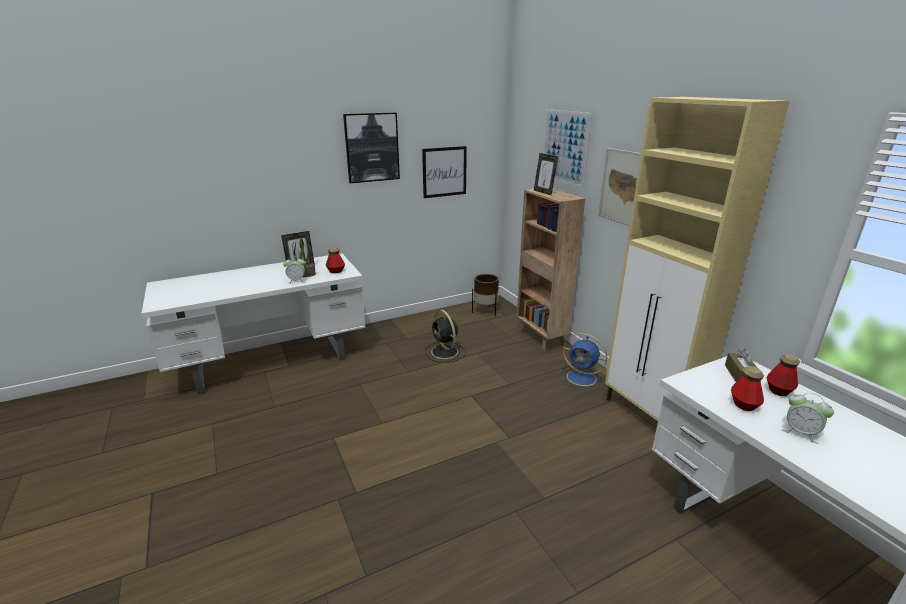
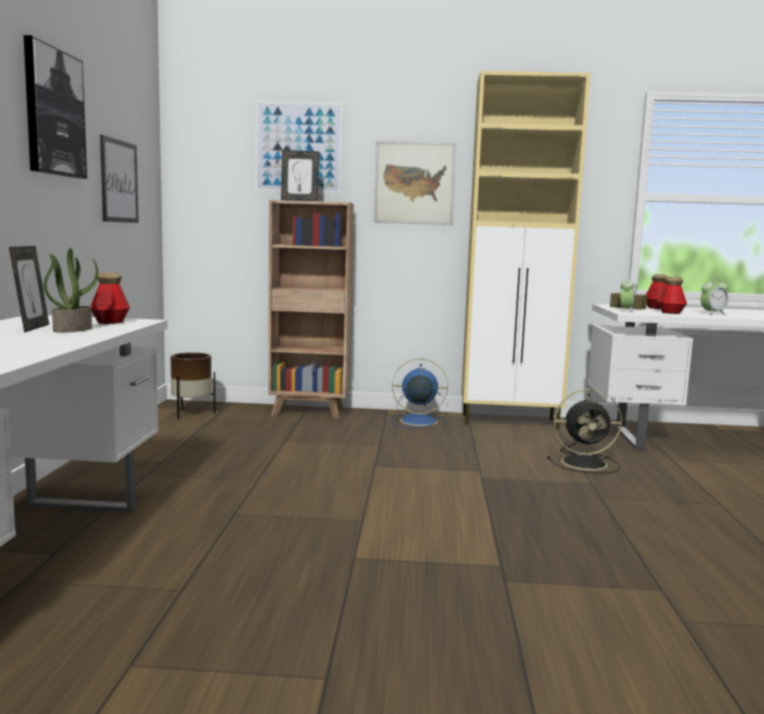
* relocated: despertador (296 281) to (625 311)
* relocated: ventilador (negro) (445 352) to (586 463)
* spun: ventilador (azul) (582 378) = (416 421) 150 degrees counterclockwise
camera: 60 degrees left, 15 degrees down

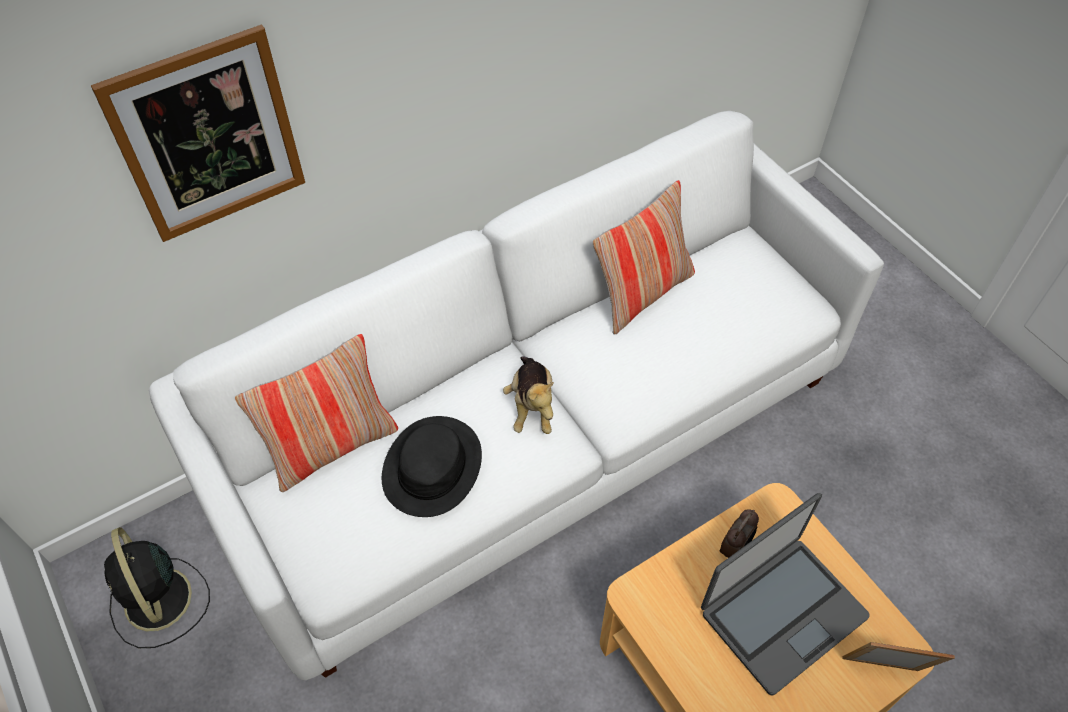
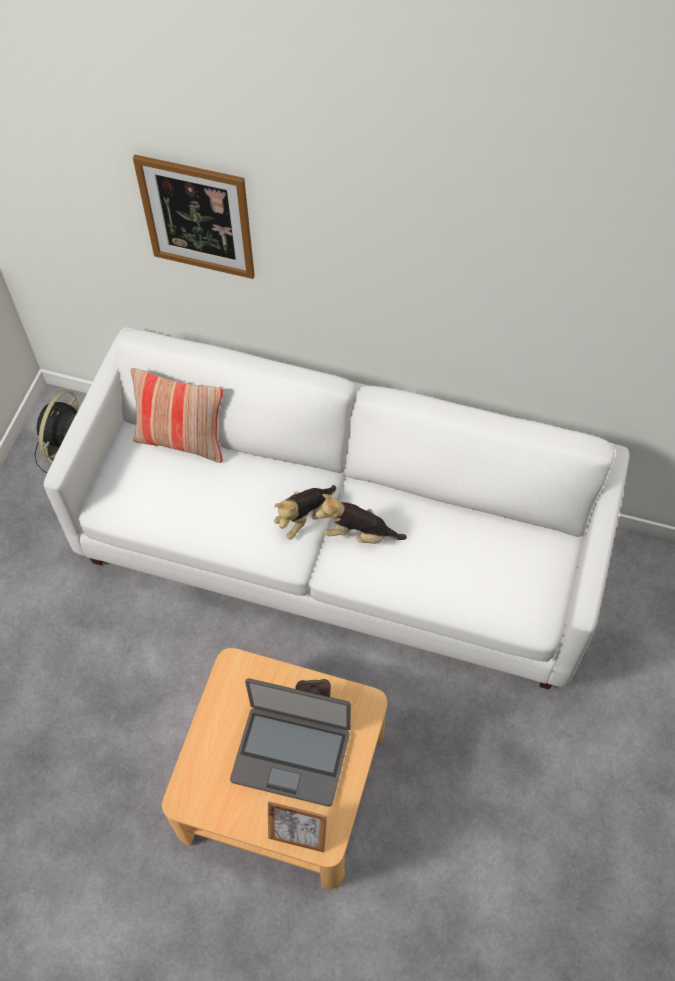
* missing: cojín (642 294)
* missing: sombrero (negro) (432 467)
* spun: portarretratos (880 673) = (298 836) 135 degrees clockwise
* appeared: peluche (359 534)
camera: 50 degrees right, 5 degrees up

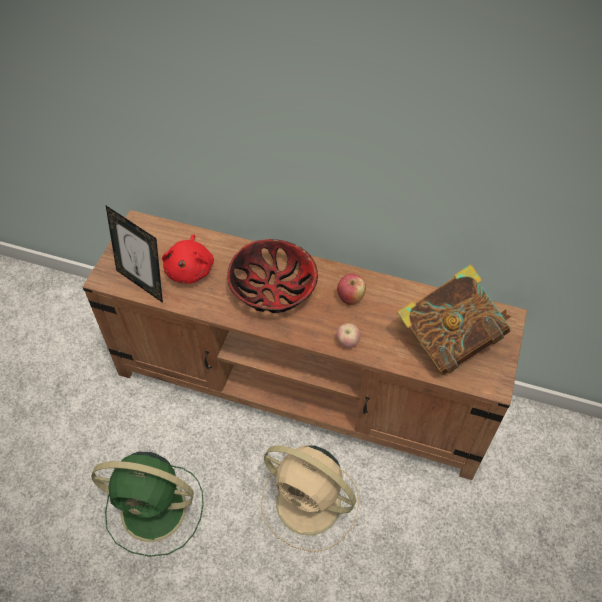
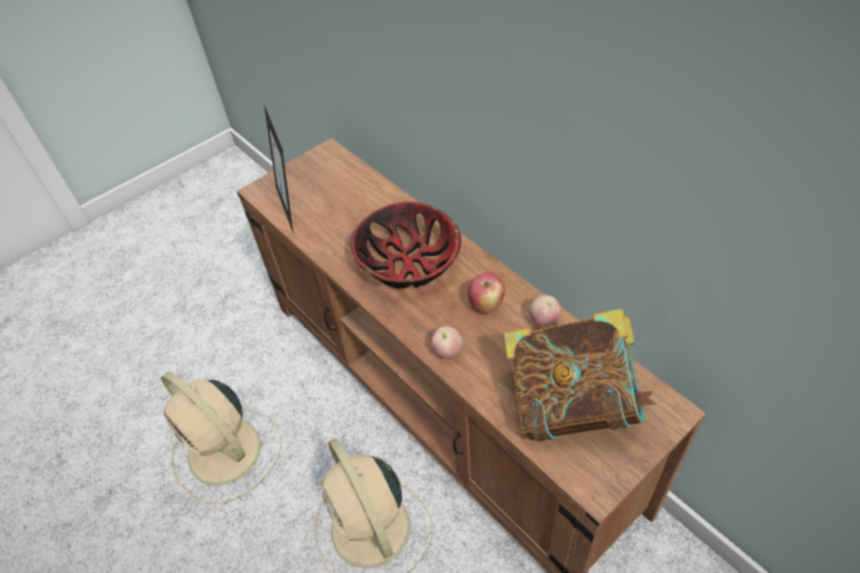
* missing: peluche (rojo) (190 269)
* colour: ventilador (verde) (156 509) to ventilador (beis) (227 453)
* appeared: manzana (543 320)
camera: 35 degrees right, 5 degrees down

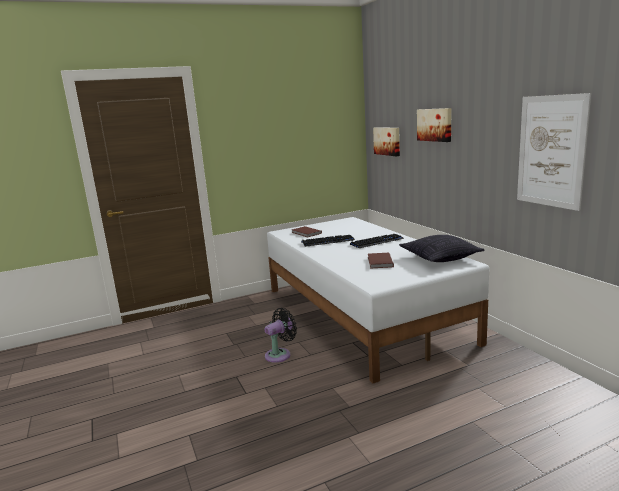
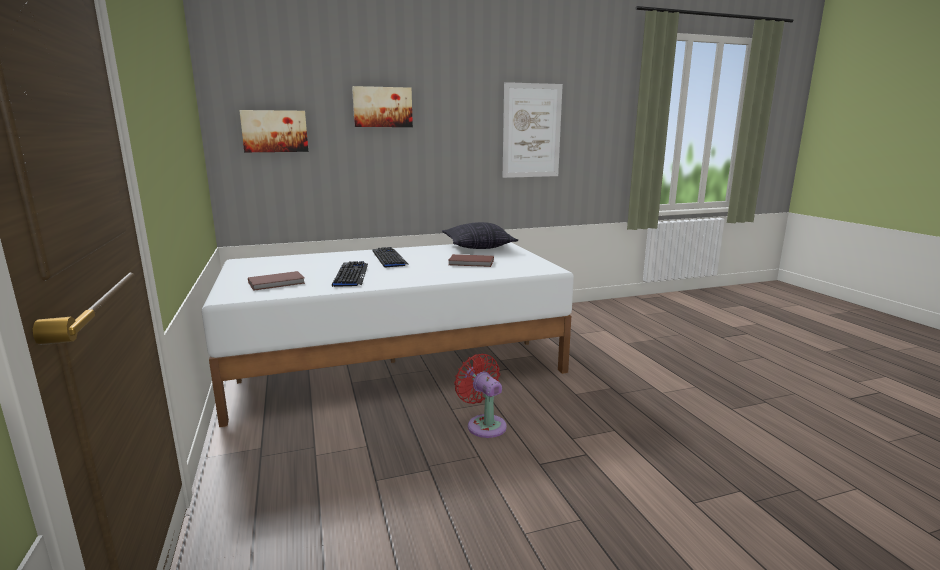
* colour: ventilador (negro) (280 354) to ventilador (rojo) (484 424)
camera: 85 degrees left, 0 degrees up

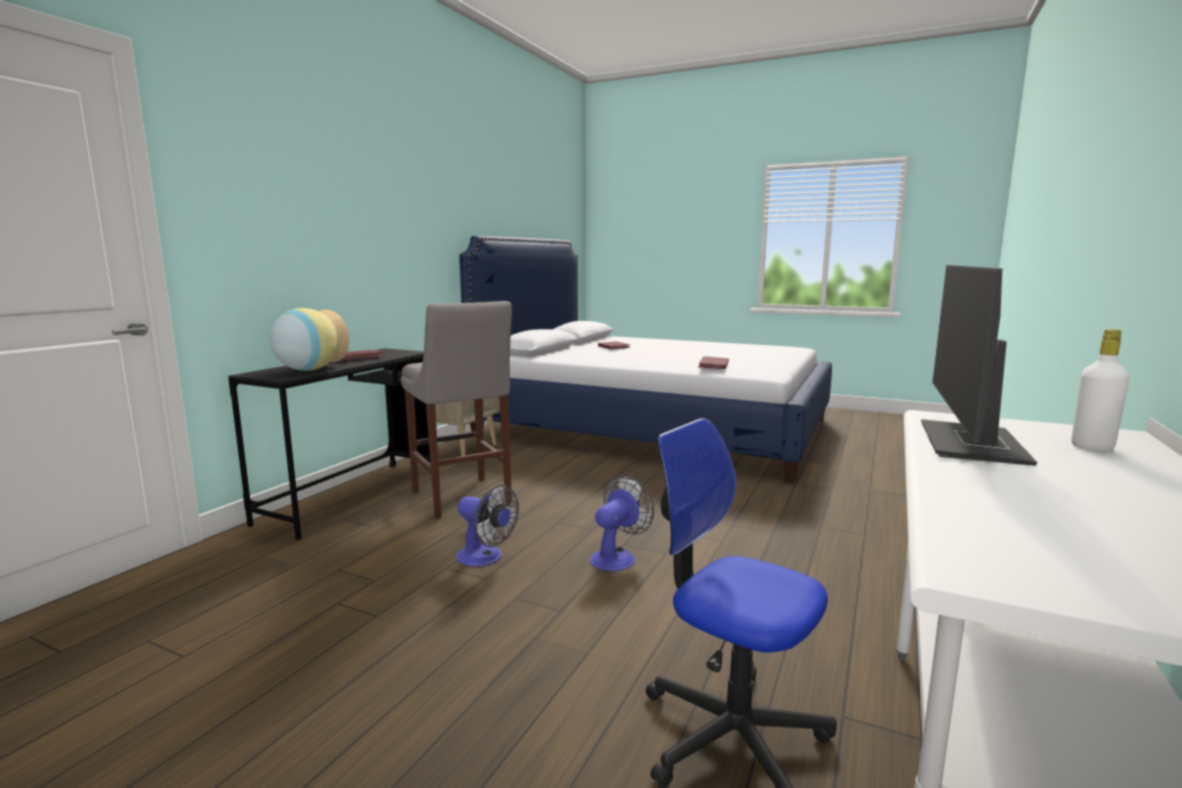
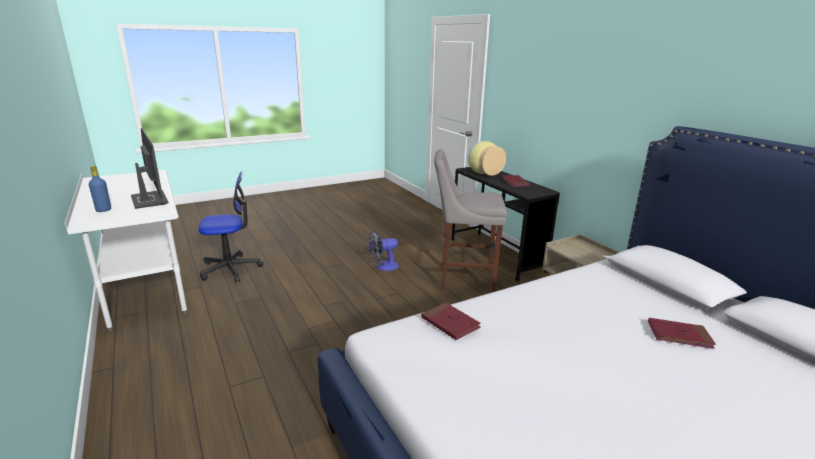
* colour: botella (blanco) (1092 447) to botella (azul) (103 210)
* missing: ventilador (617 556)
camera: 125 degrees right, 10 degrees up

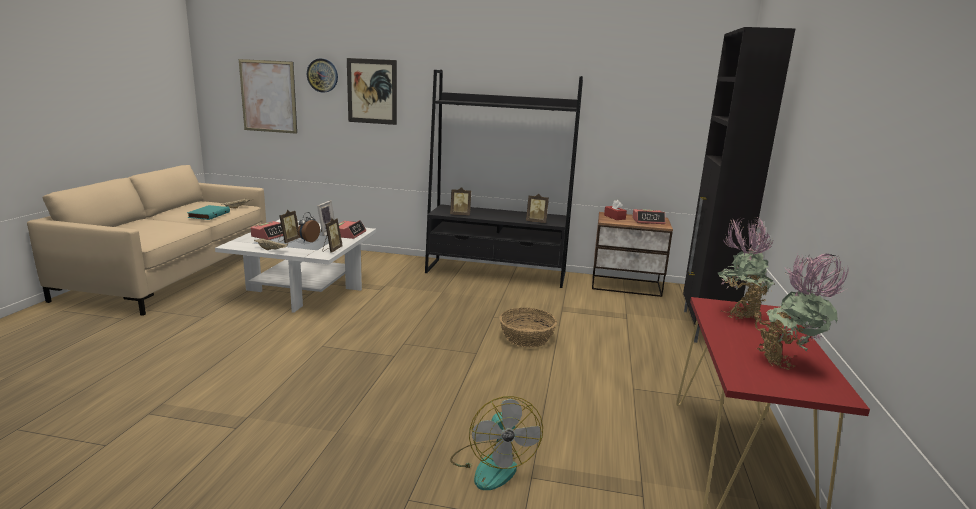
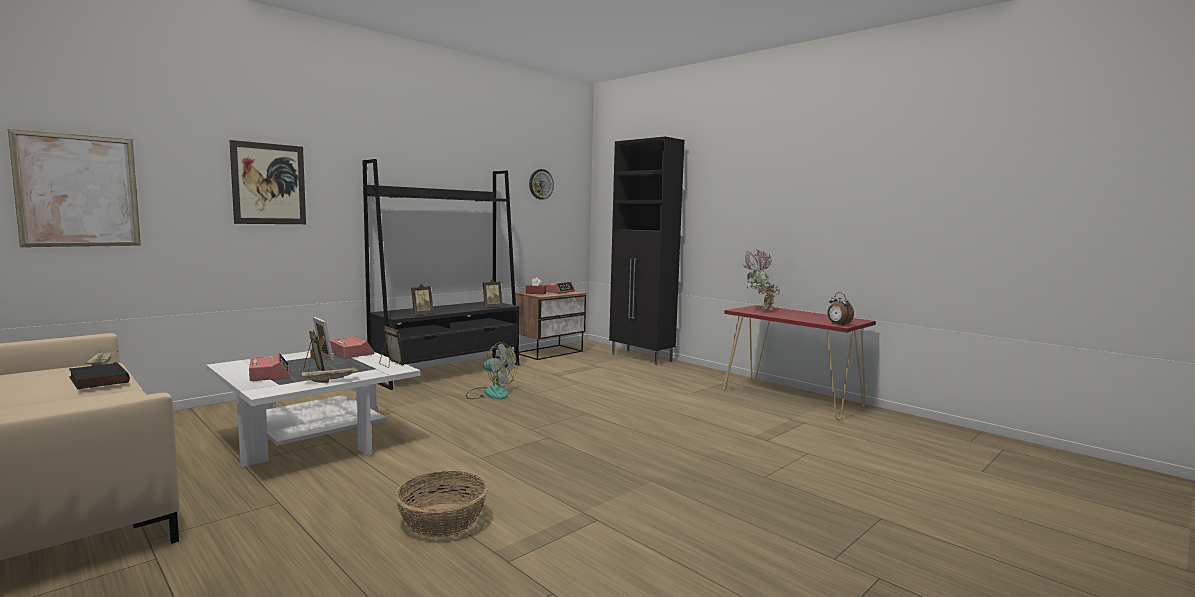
* relocated: reloj de pared (322 75) to (540 184)
* colour: libro (turquesa) (208 214) to libro (negro) (97 380)
* relocated: despertador (308 241) to (838 325)
* missing: planta en maceta (786 362)
* relocated: cesta (526 337) to (441 520)
* relocated: ventilador (492 465) to (490 393)
camera: 55 degrees left, 10 degrees down

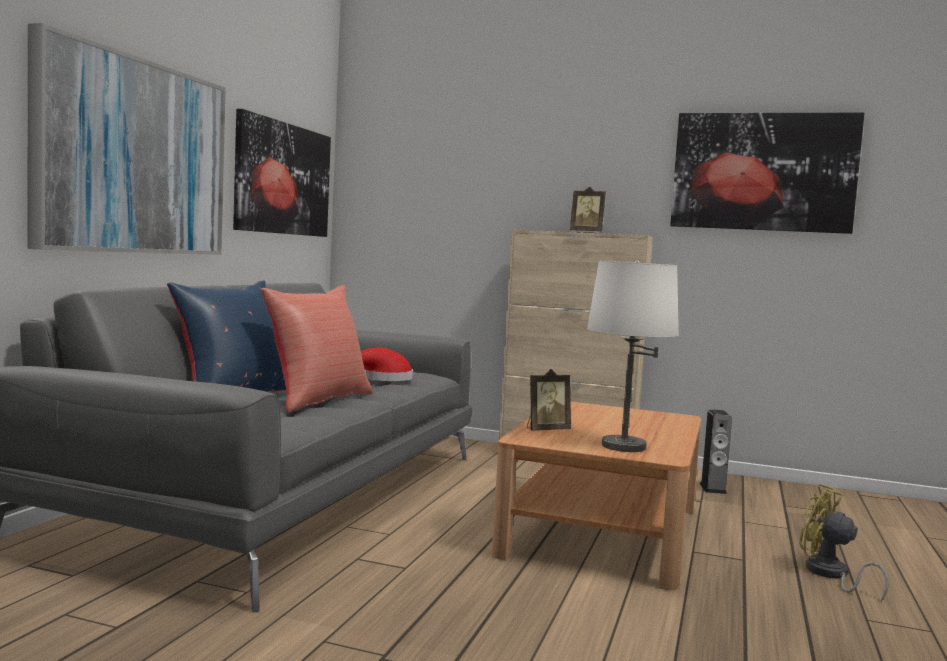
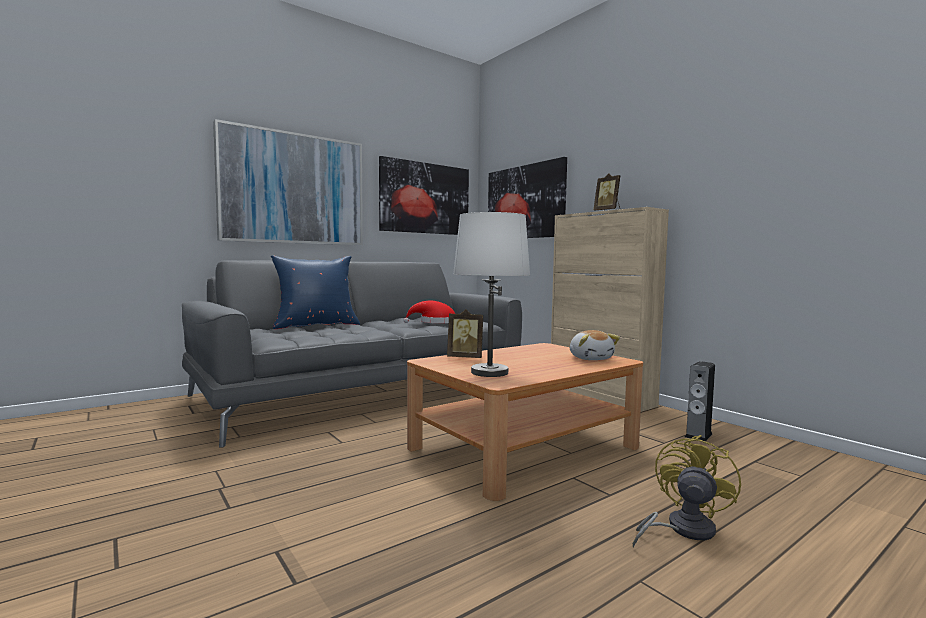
* relocated: cuadro (763 172) to (525 202)
* missing: cojín (rojo) (318 399)
* spun: ventilador (amarillo) (830 575) = (682 530) 45 degrees clockwise
* appeared: peluche (591 358)
camera: 35 degrees right, 0 degrees up

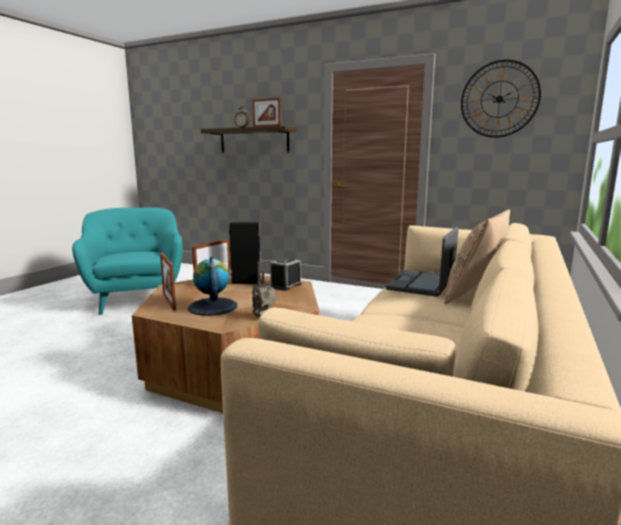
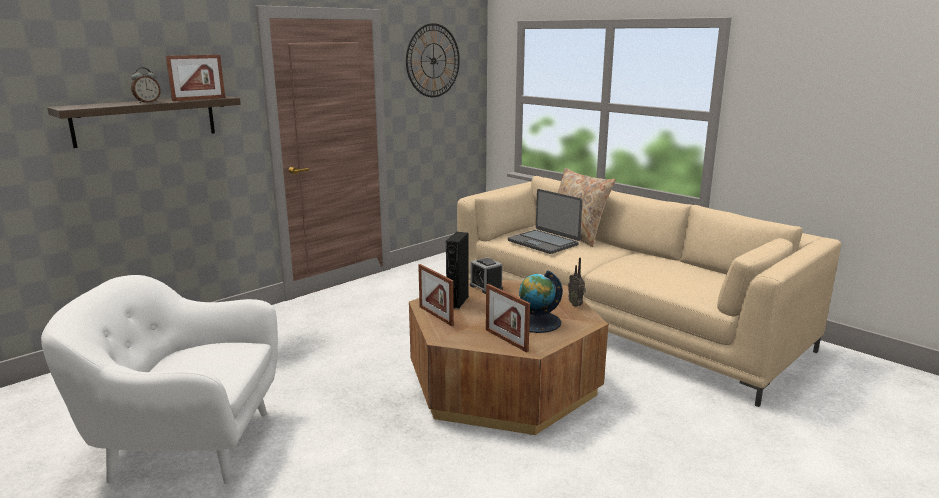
* colour: sillón (turquesa) (137 300) to sillón (blanco) (187 445)
* spun: portarretratos (169 302) = (506 340) 60 degrees clockwise
camera: 70 degrees left, 5 degrees up

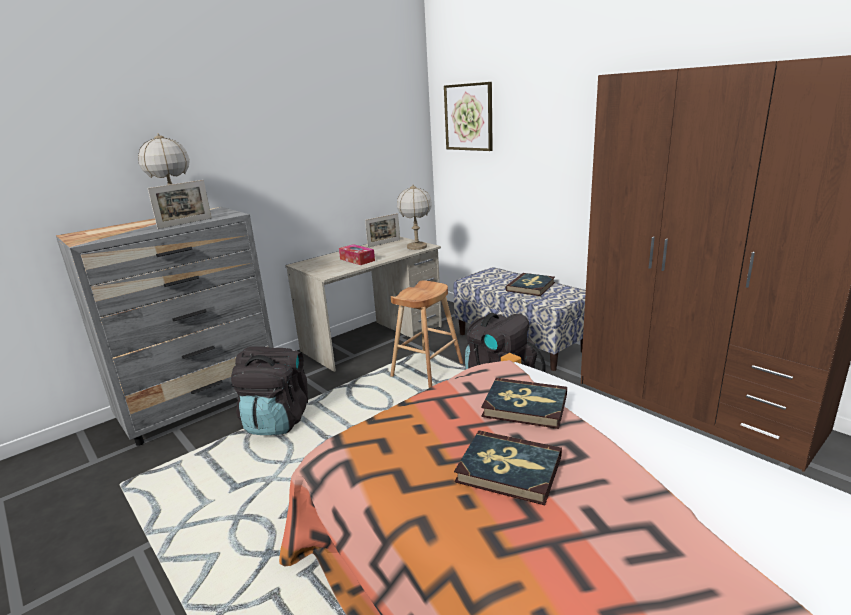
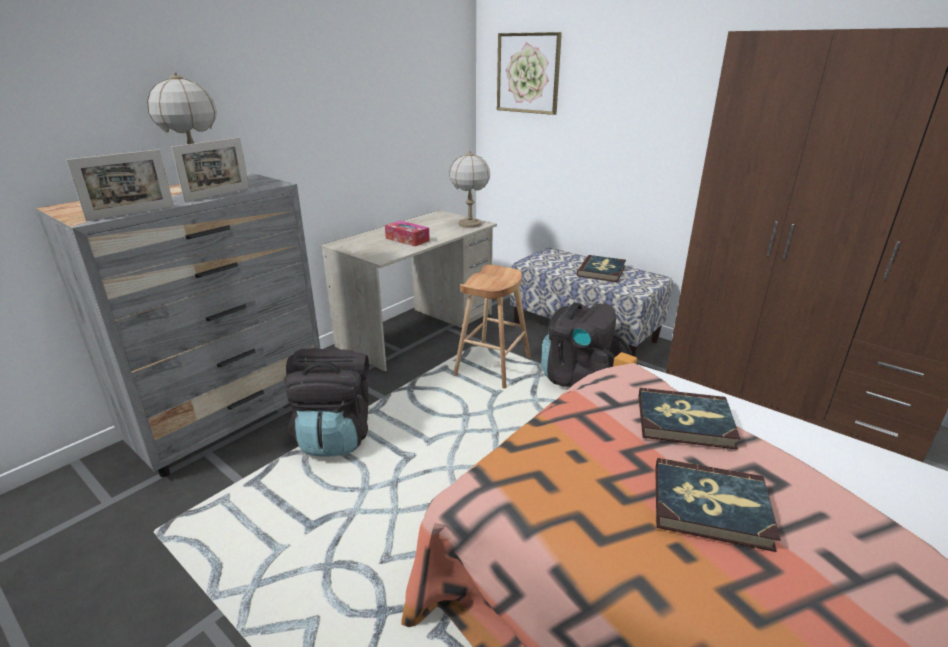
* relocated: portarretratos (384 243) to (131 213)
camera: 10 degrees left, 5 degrees up

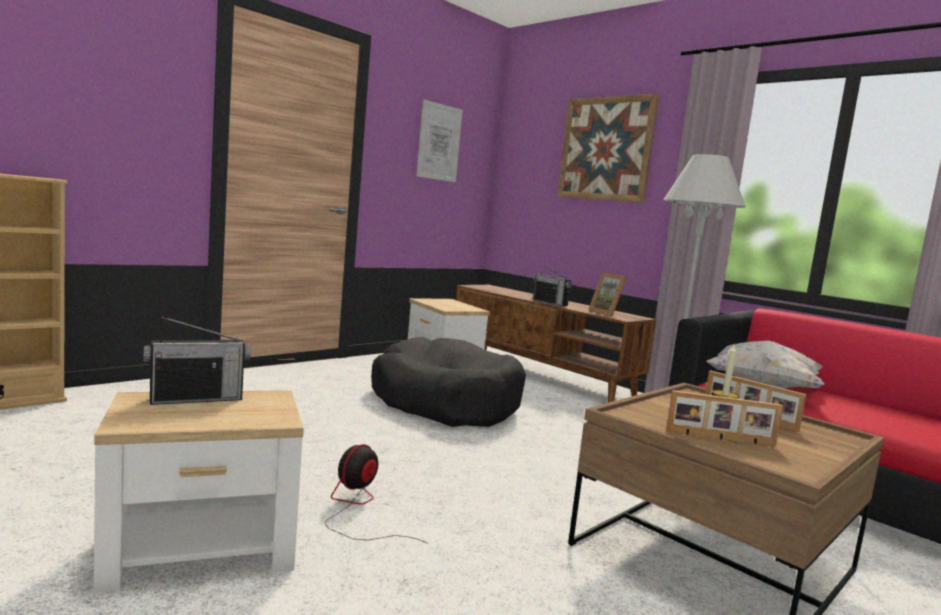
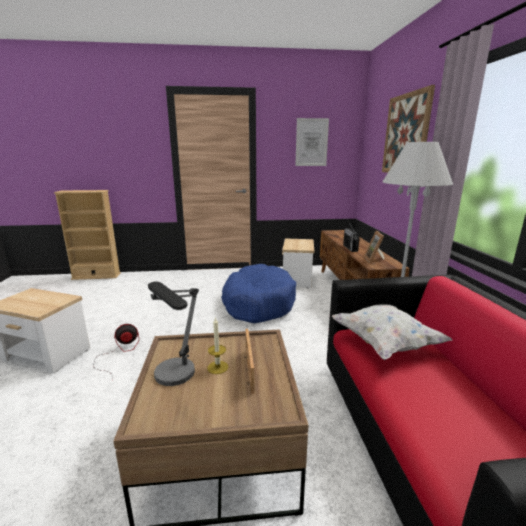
* missing: radio (196 399)
* colour: cama para perro (negro) (445 402) to cama para perro (azul) (258 303)
* exchanged: portarretratos (720 439) to lámpara de mesa (178 380)
camera: 40 degrees right, 10 degrees up

